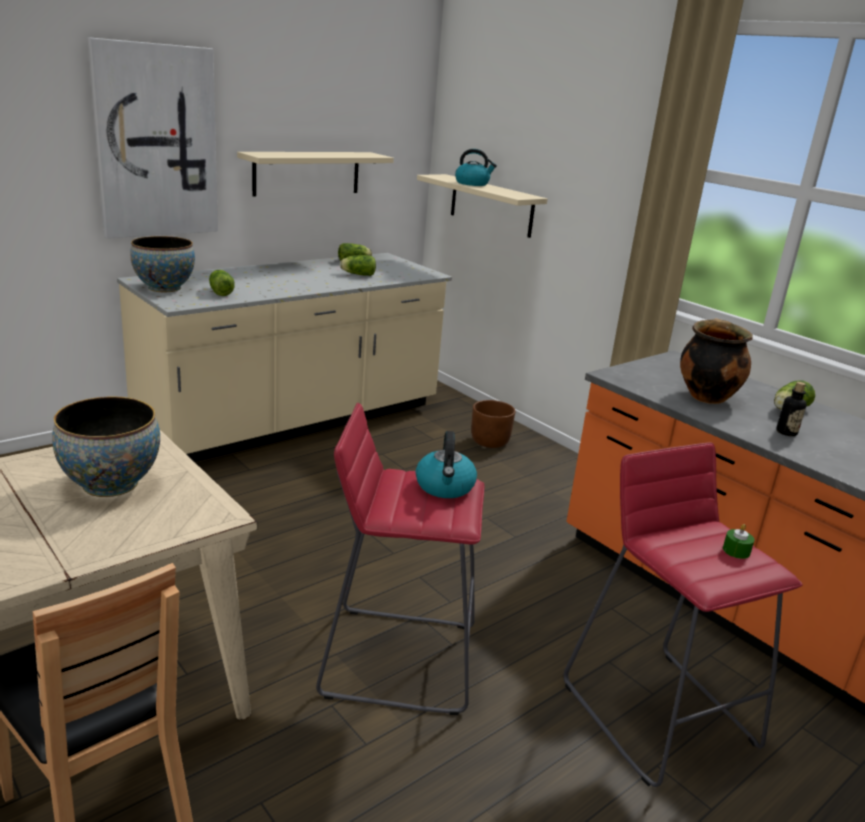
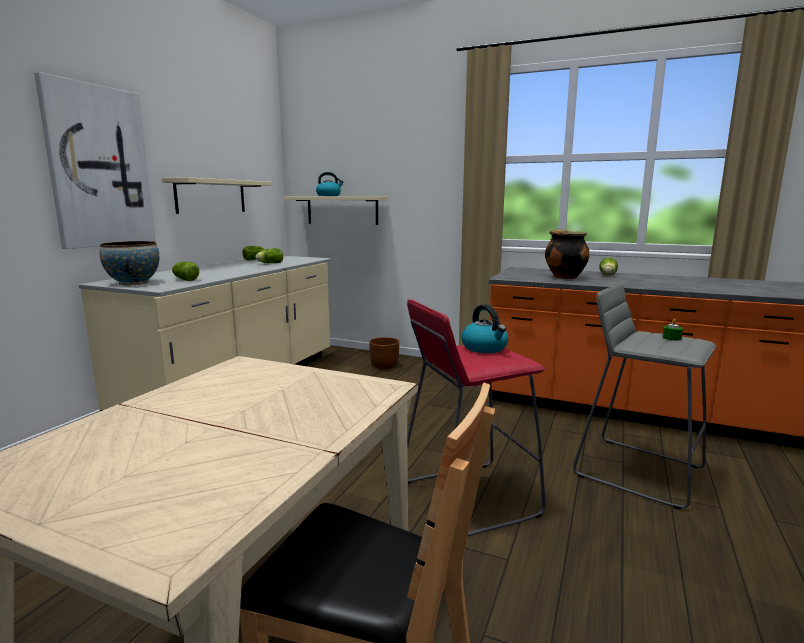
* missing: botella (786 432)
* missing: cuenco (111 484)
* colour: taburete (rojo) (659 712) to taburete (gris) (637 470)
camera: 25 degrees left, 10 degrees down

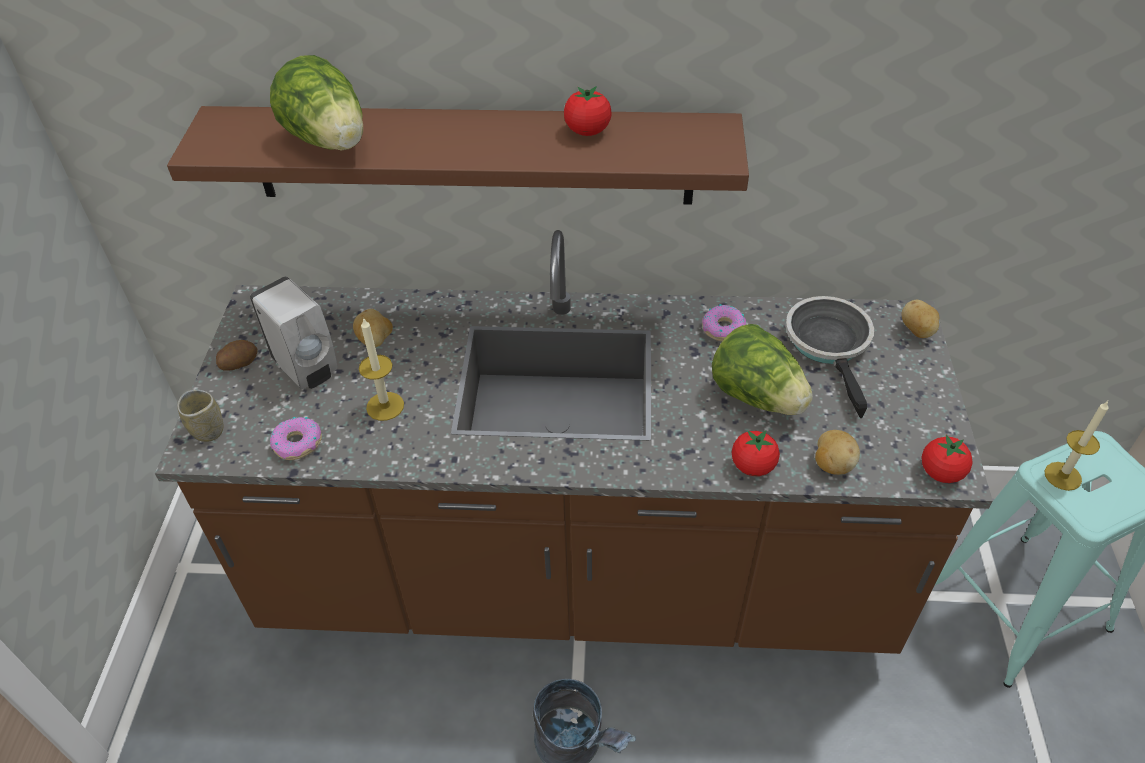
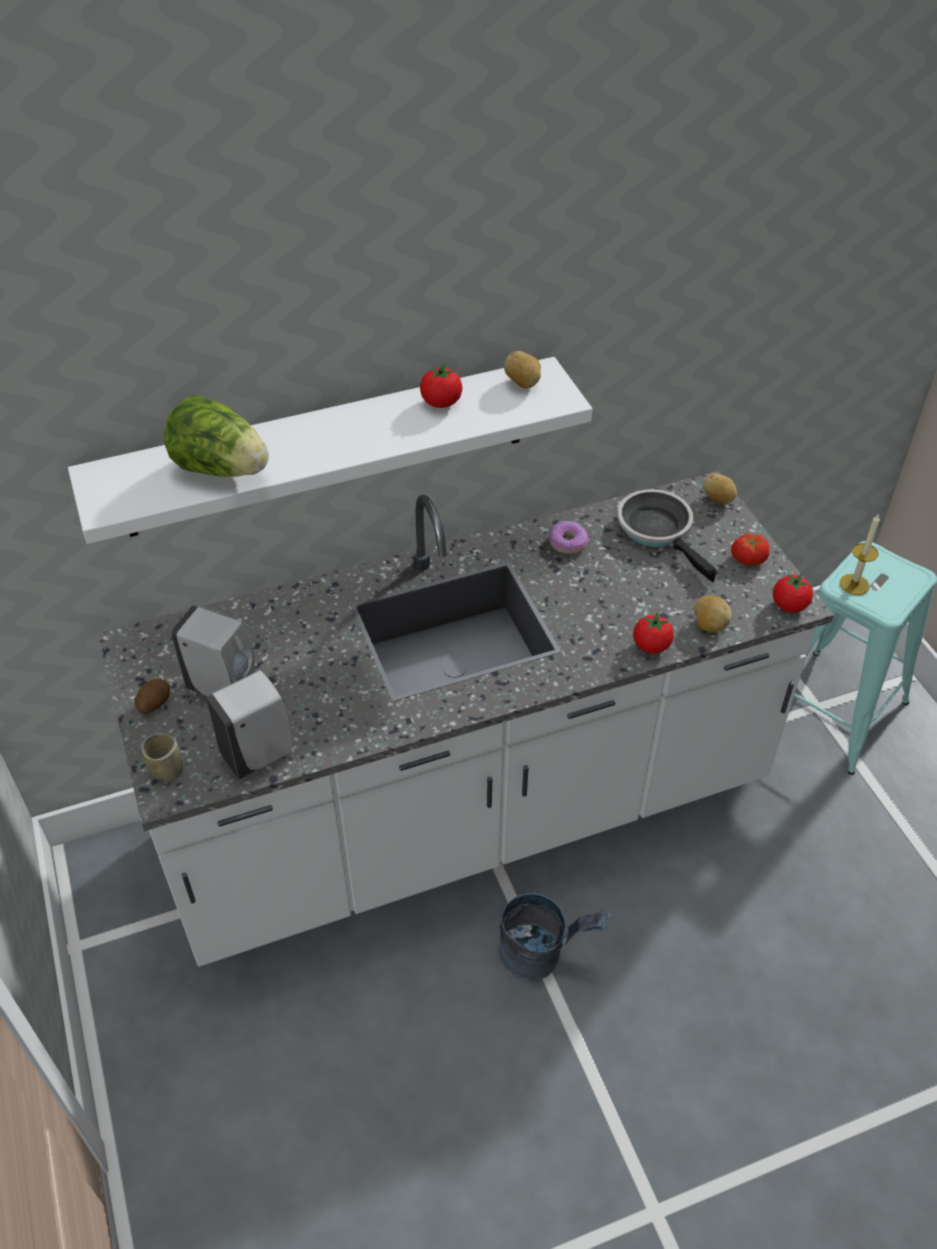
* colour: estante (marrón) (472 155) to estante (blanco) (327 448)
* colour: mueble bajo de cocina (marrón) (577 577) to mueble bajo de cocina (blanco) (468 814)
* relocated: patata (375 340) to (523 383)
* missing: vela (385 406)
* missing: lechuga (757 396)
* exchanged: rosquilla (297 443) to dispensador de jabón (blanco) (260 754)
* appeared: tomate (748 557)
camera: 25 degrees left, 0 degrees up

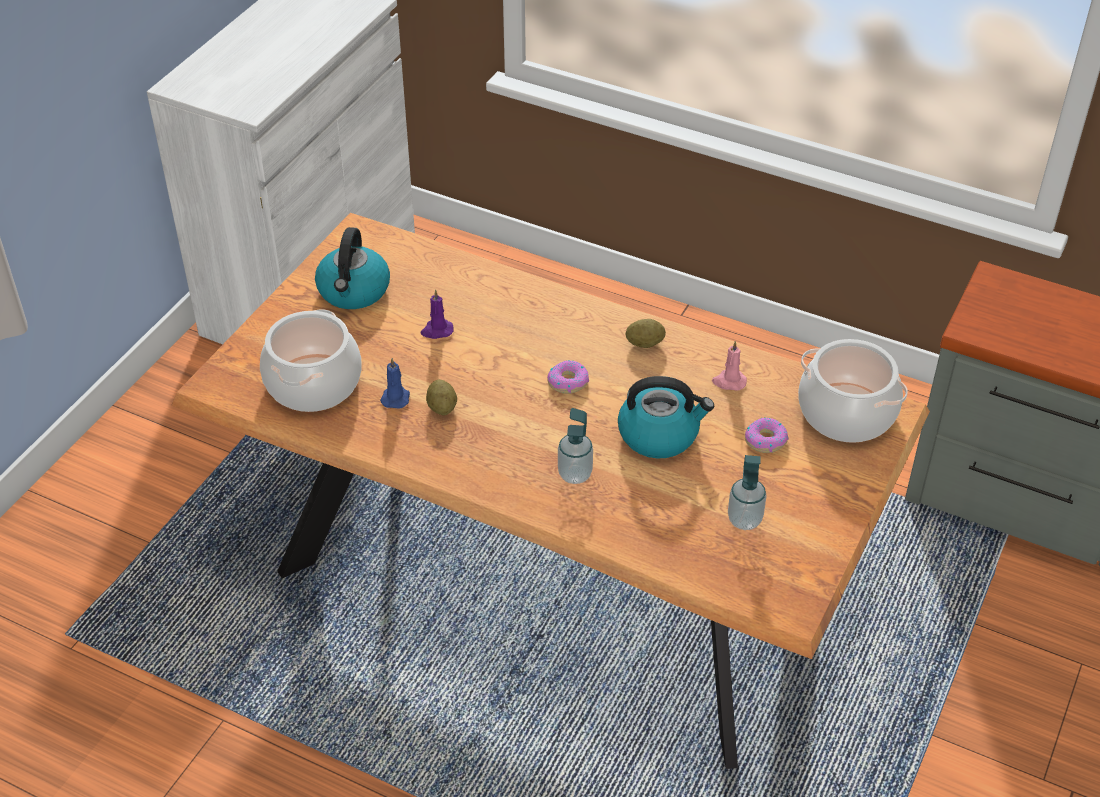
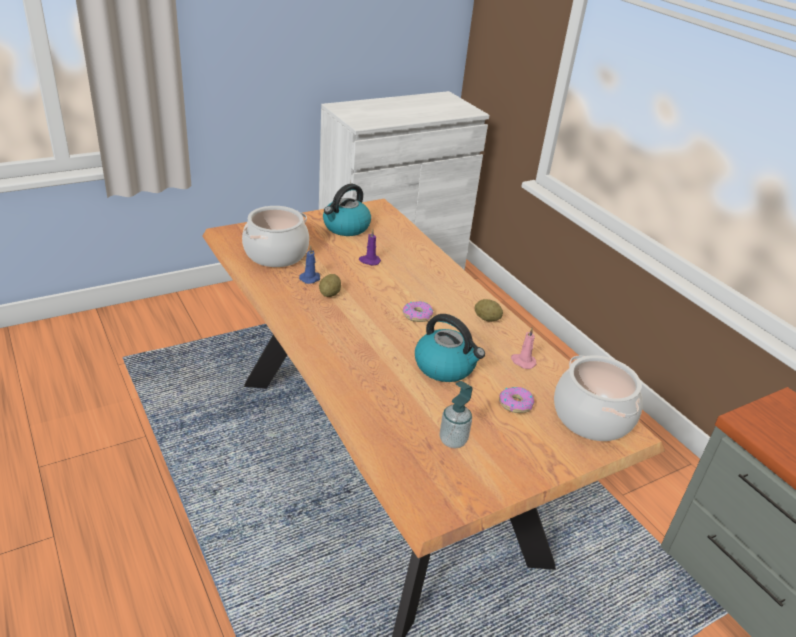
* missing: dispensador de jabón (575 474)
camera: 30 degrees right, 10 degrees down

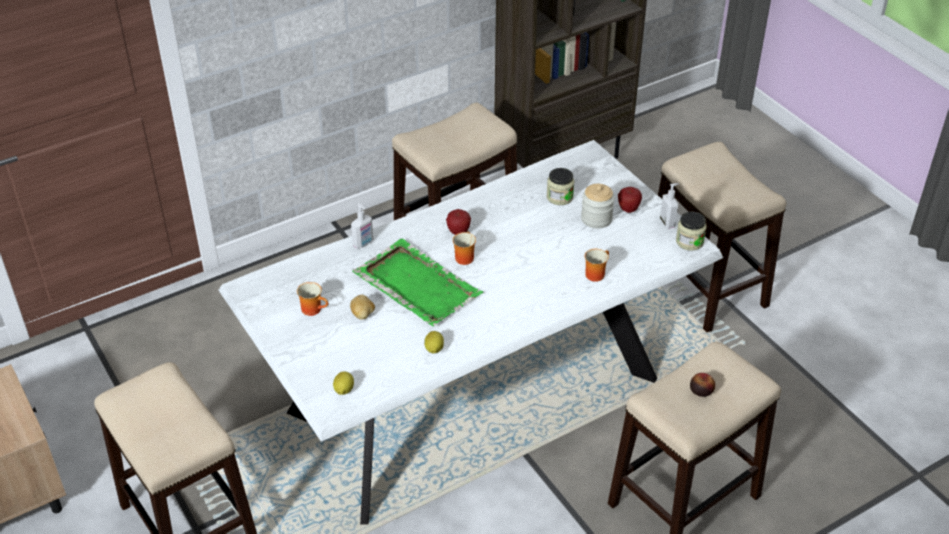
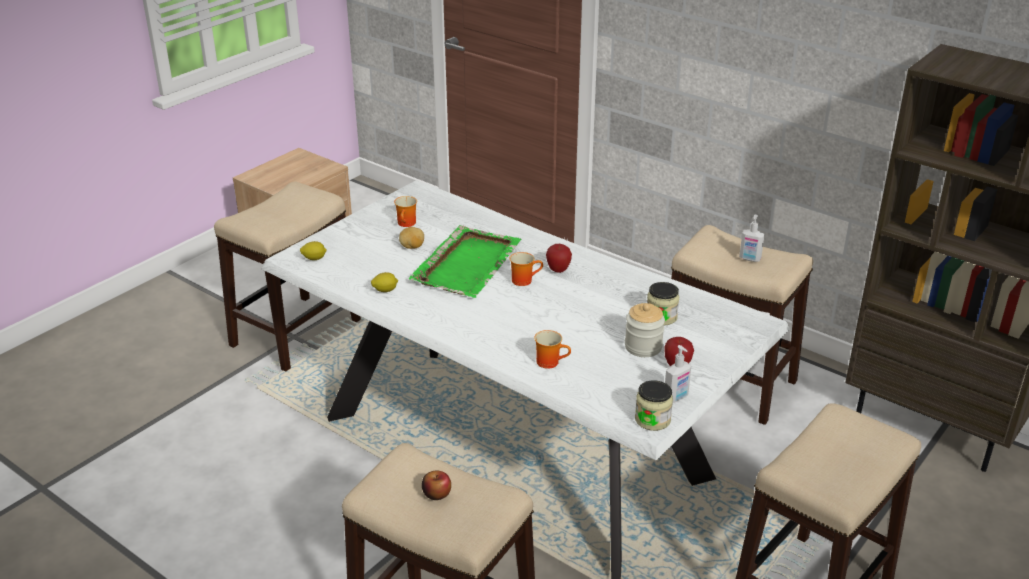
* relocated: dispensador de jabón (363 243) to (749 259)
camera: 70 degrees right, 10 degrees down

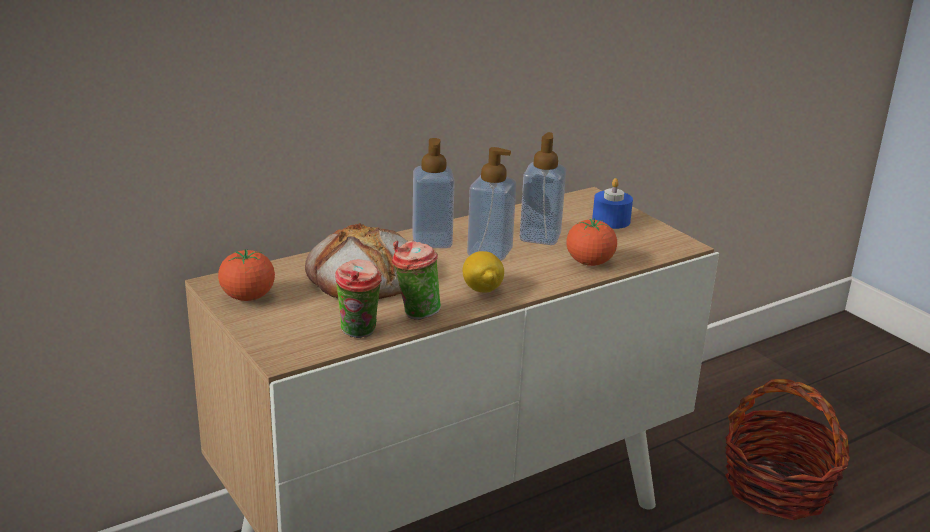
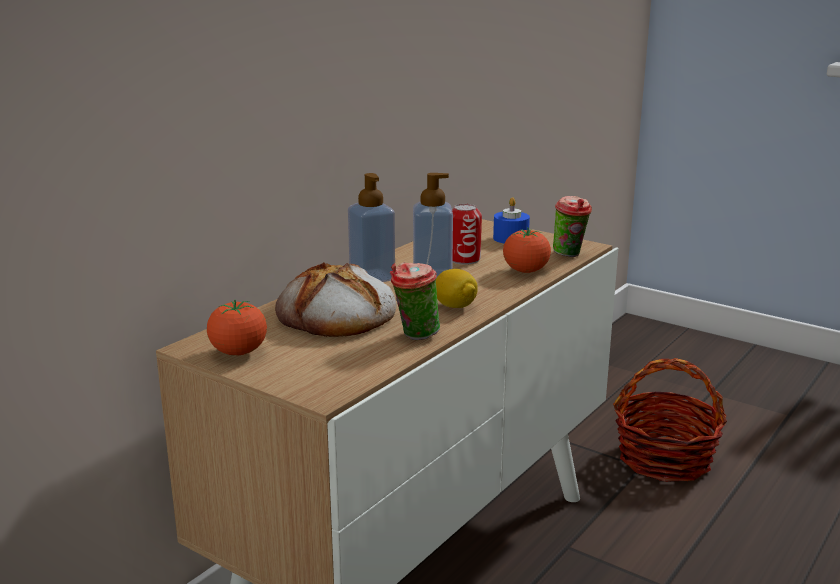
* exchanged: dispensador de jabón (540 237) to lata (464 259)
* relocated: taza (359 334) to (570 255)
camera: 20 degrees left, 5 degrees down

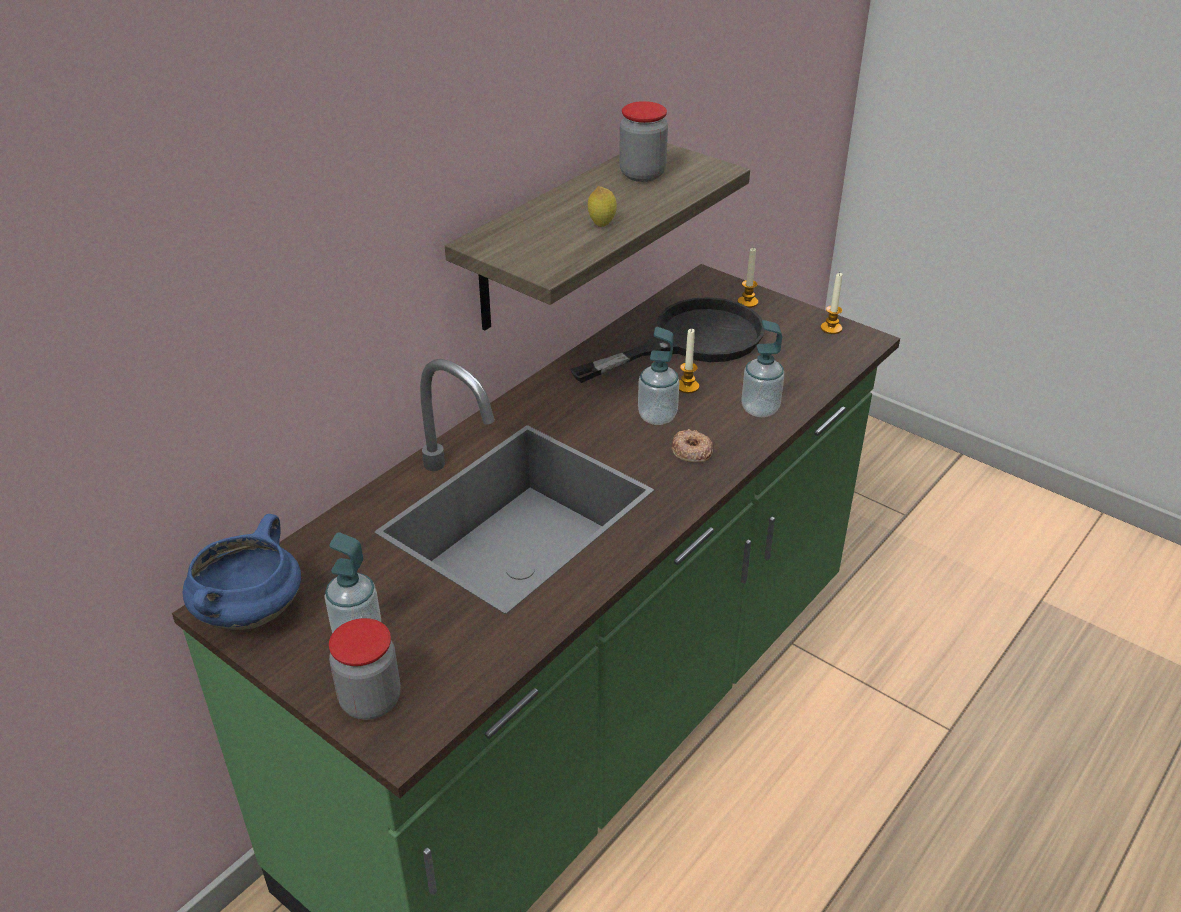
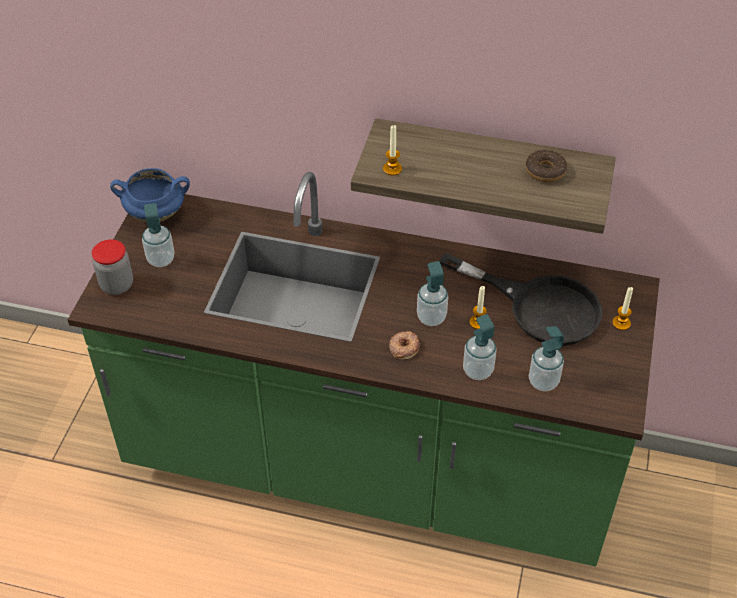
* exchanged: tarro (642 174) to rosquilla (545 171)
* missing: limón (602 224)
* relocated: vela (831 328) to (392 169)
* appeared: dispensador de jabón (543 381)
camera: 65 degrees right, 10 degrees up

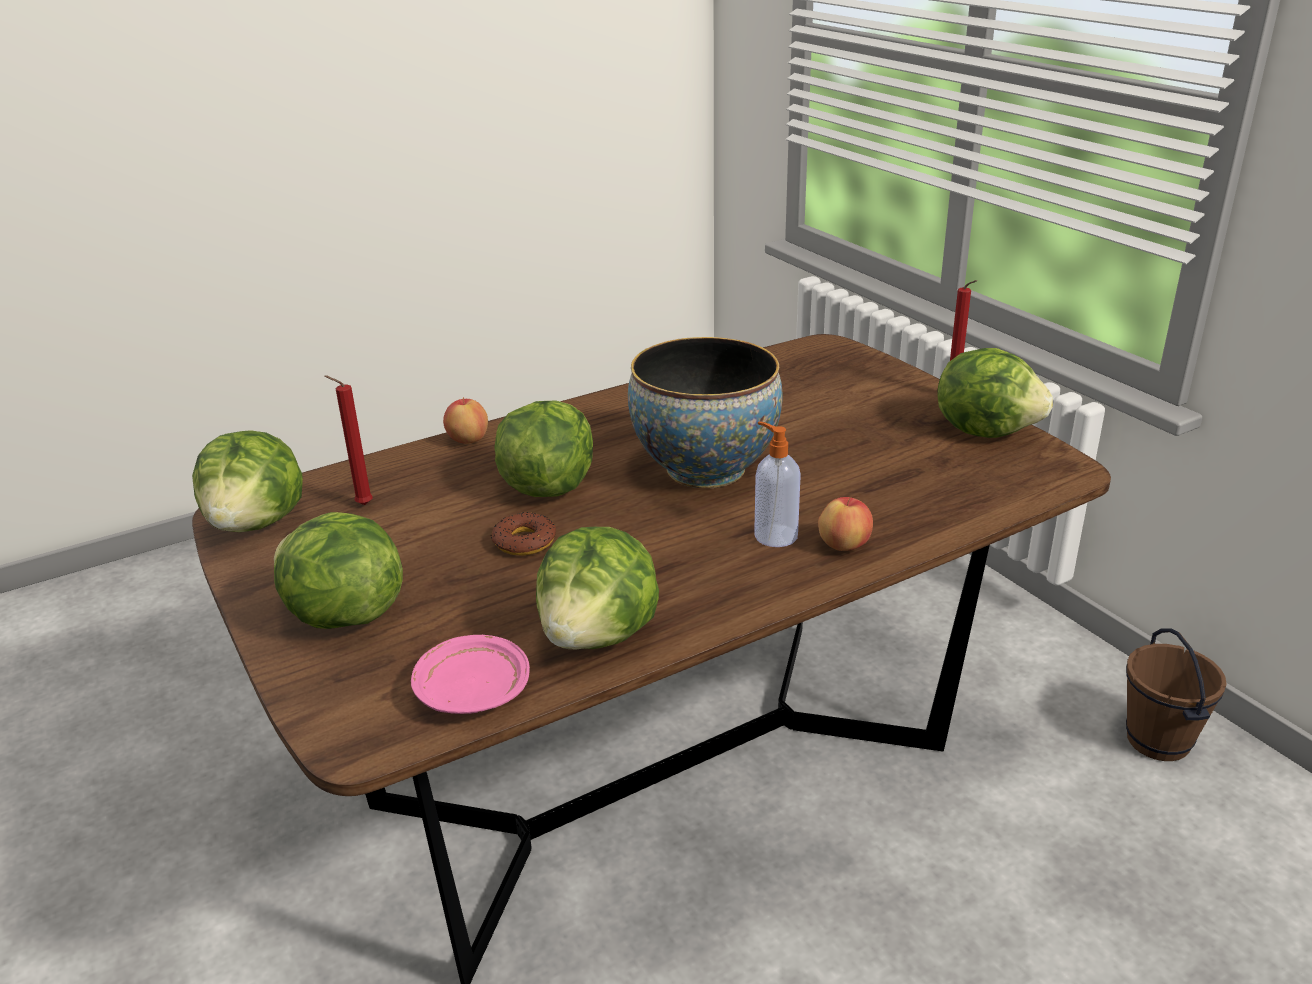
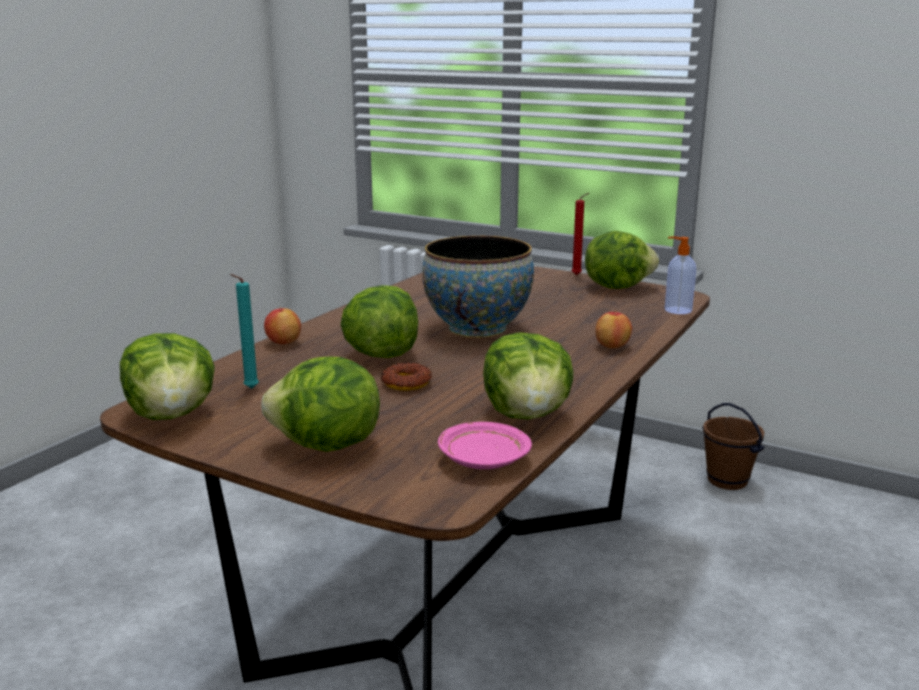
* colour: vela (rojo) (361 505) to vela (turquesa) (249 389)
* relocated: dispensador de jabón (774 535) to (677 310)
camera: 30 degrees left, 10 degrees down

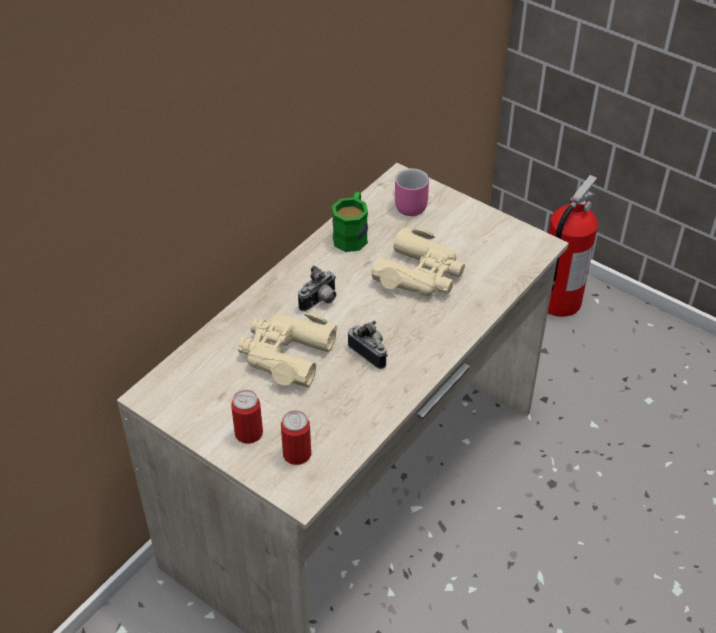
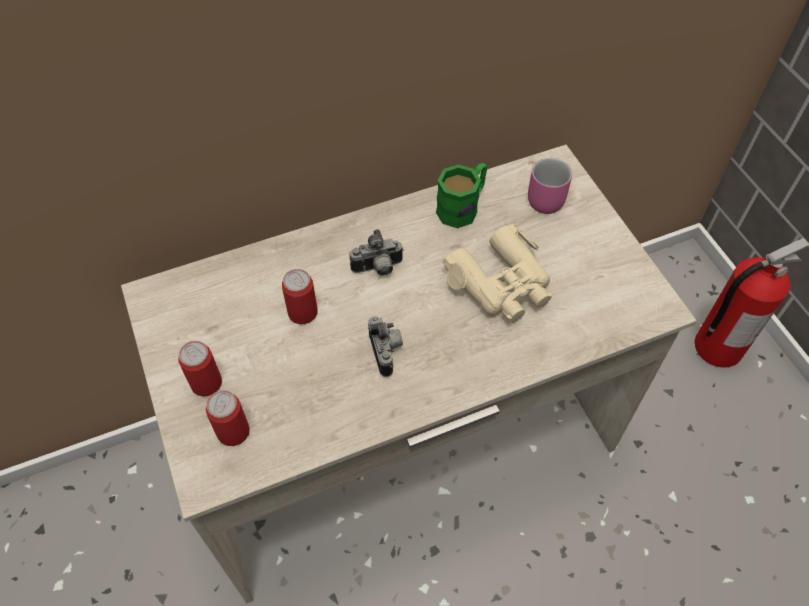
* exchanged: prismáticos (beis) (285 355) to lata (302 312)
camera: 30 degrees right, 10 degrees up

